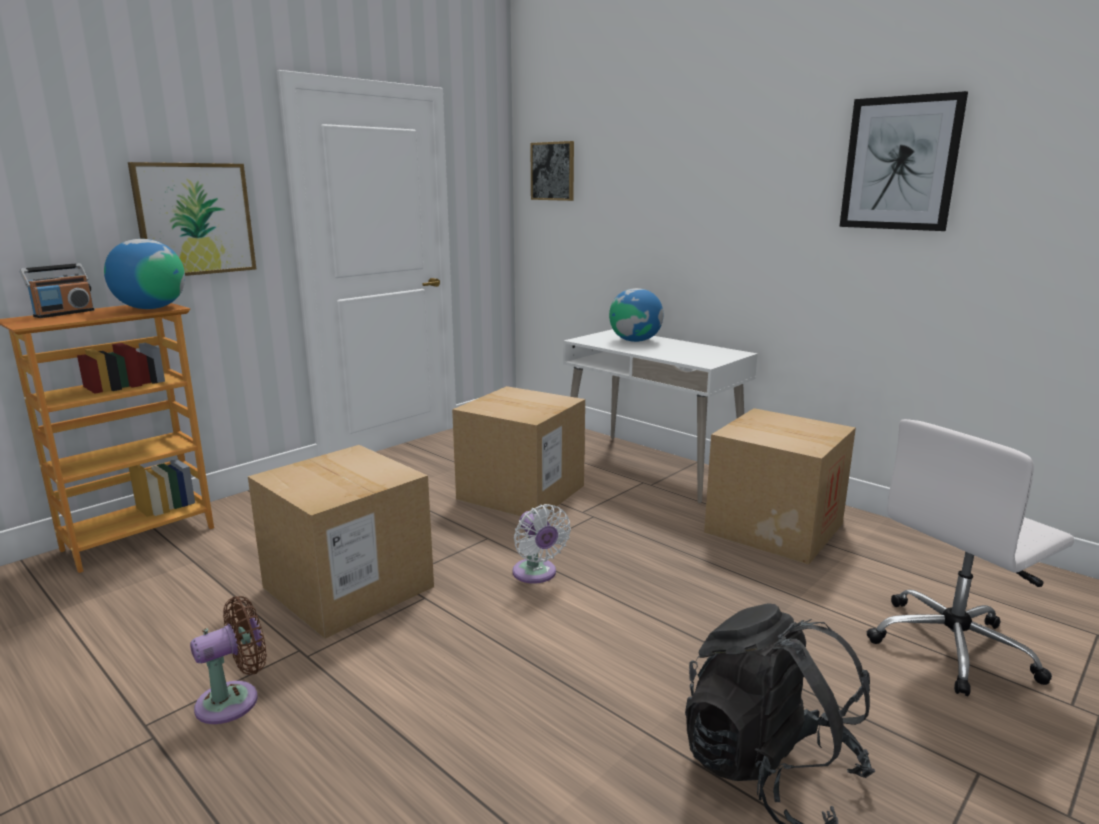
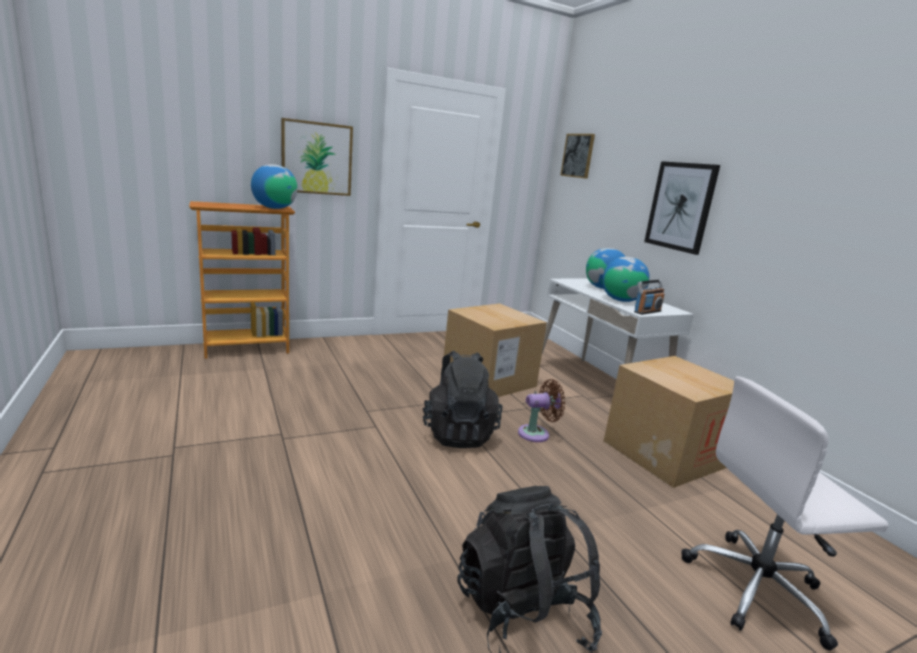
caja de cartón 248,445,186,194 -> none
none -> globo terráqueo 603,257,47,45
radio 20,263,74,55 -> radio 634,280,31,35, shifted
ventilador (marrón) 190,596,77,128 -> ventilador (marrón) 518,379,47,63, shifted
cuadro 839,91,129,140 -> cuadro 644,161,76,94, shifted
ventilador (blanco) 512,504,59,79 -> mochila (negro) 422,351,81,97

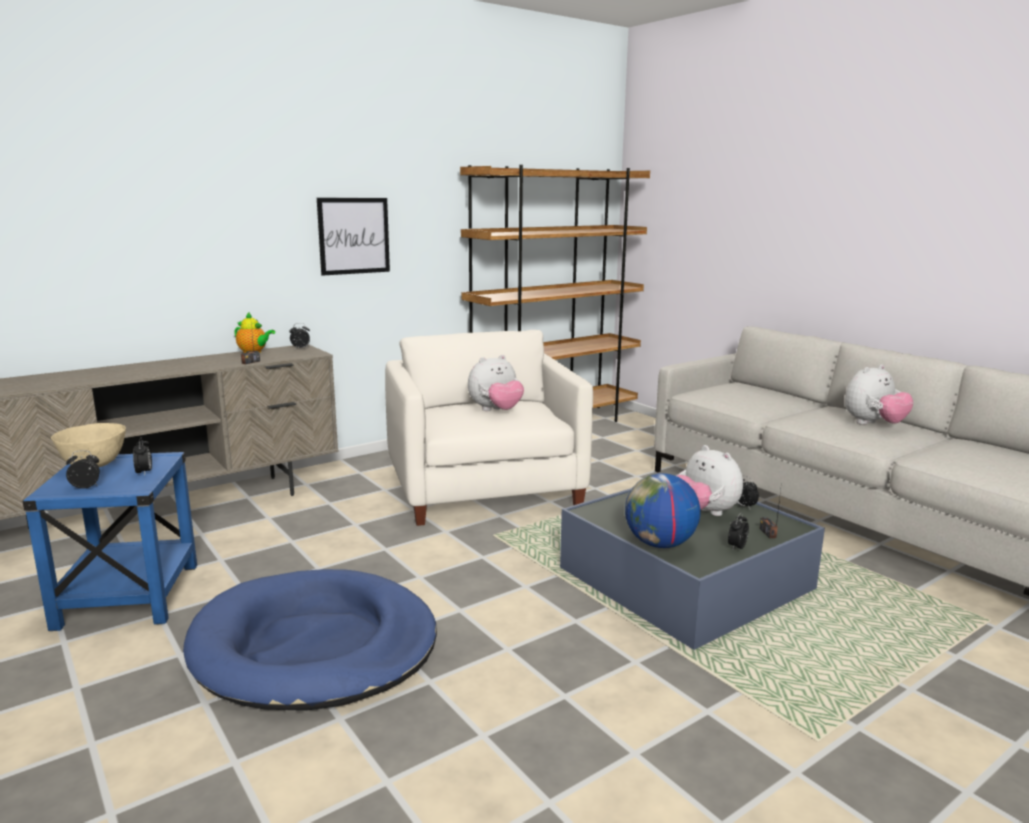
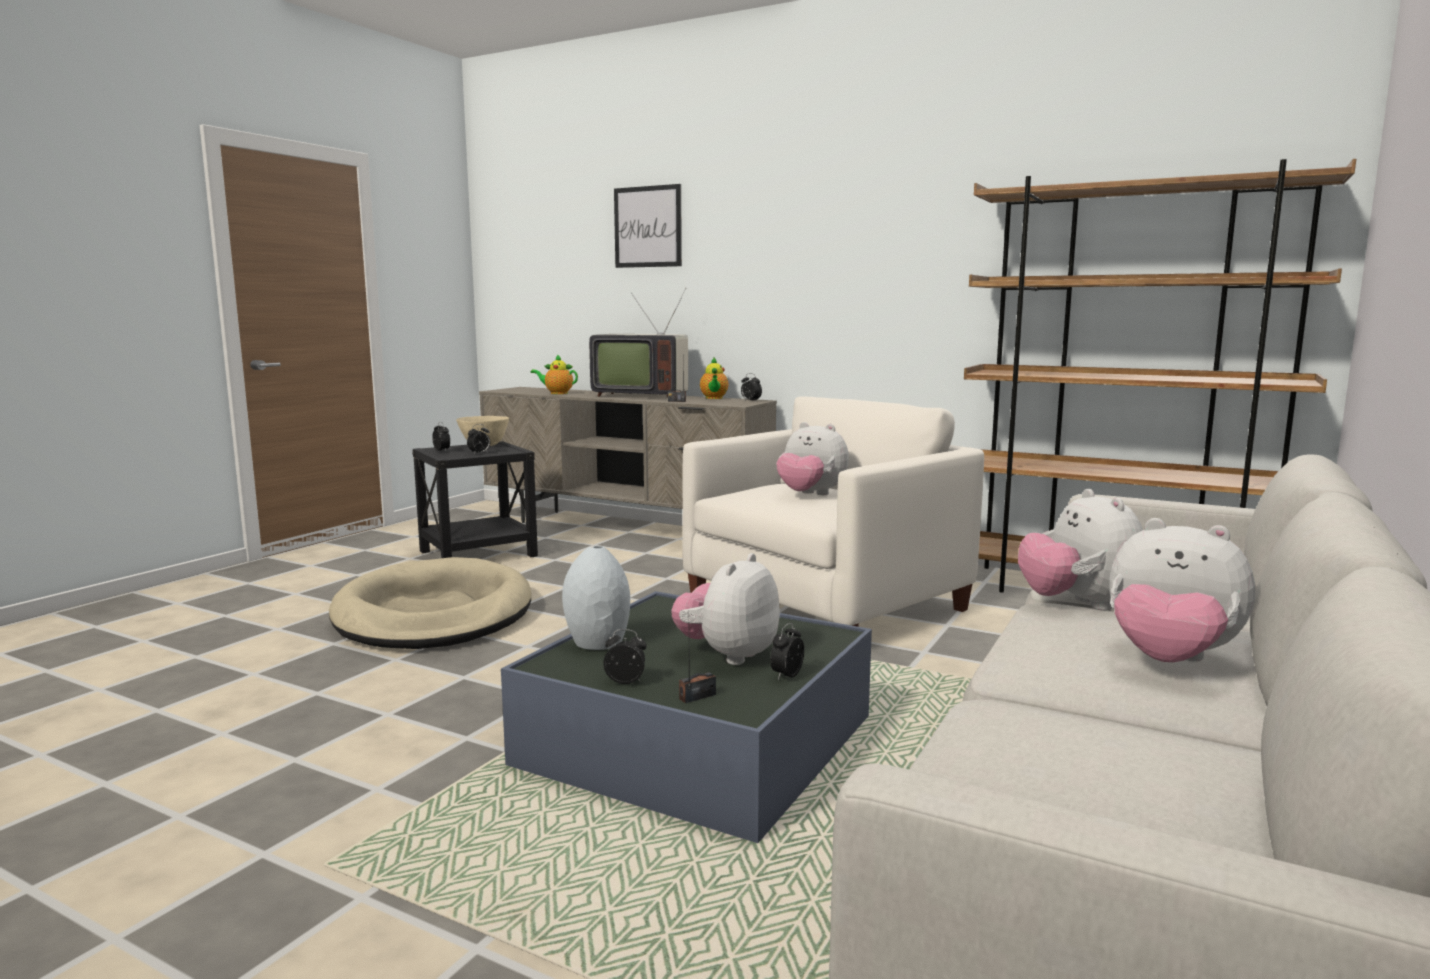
none -> tetera 531,354,47,40
none -> televisor 589,288,99,109
none -> peluche 1018,489,125,122
cuadro 317,198,73,78 -> cuadro 614,184,68,84, shifted
globo terráqueo 625,473,76,75 -> florero (gris) 562,546,68,104
mesa auxiliar (azul) 22,452,175,179 -> mesa auxiliar (negro) 412,441,126,117
cama para perro (azul) 183,569,254,142 -> cama para perro (beis) 329,557,202,92

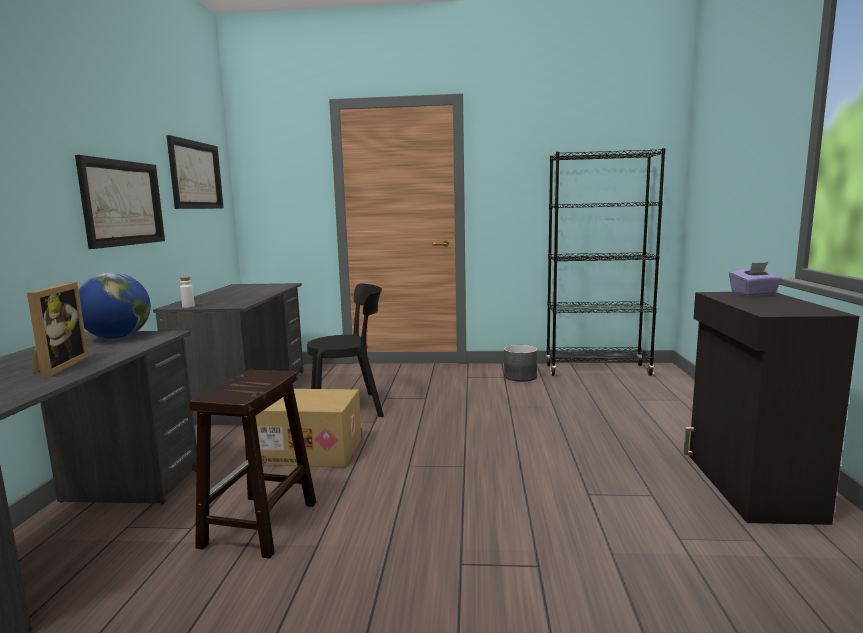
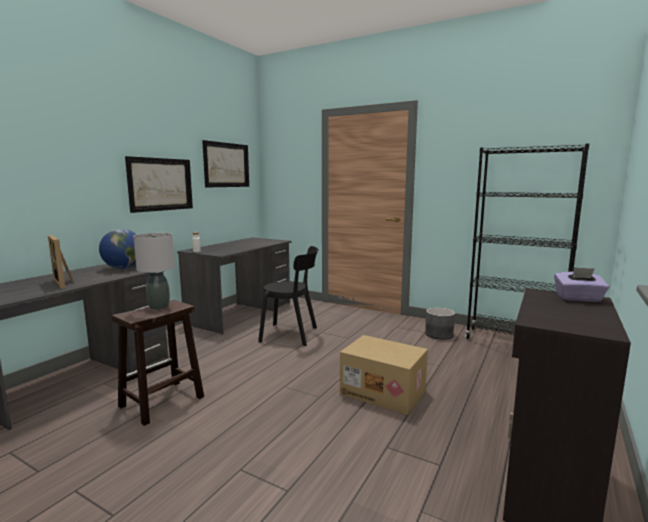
none -> lámpara de mesa (gris) 133,233,42,77
caja de cartón 256,389,105,79 -> caja de cartón 340,335,88,80, shifted
portarretratos 27,282,62,95 -> portarretratos 48,235,26,53, 120 degrees clockwise

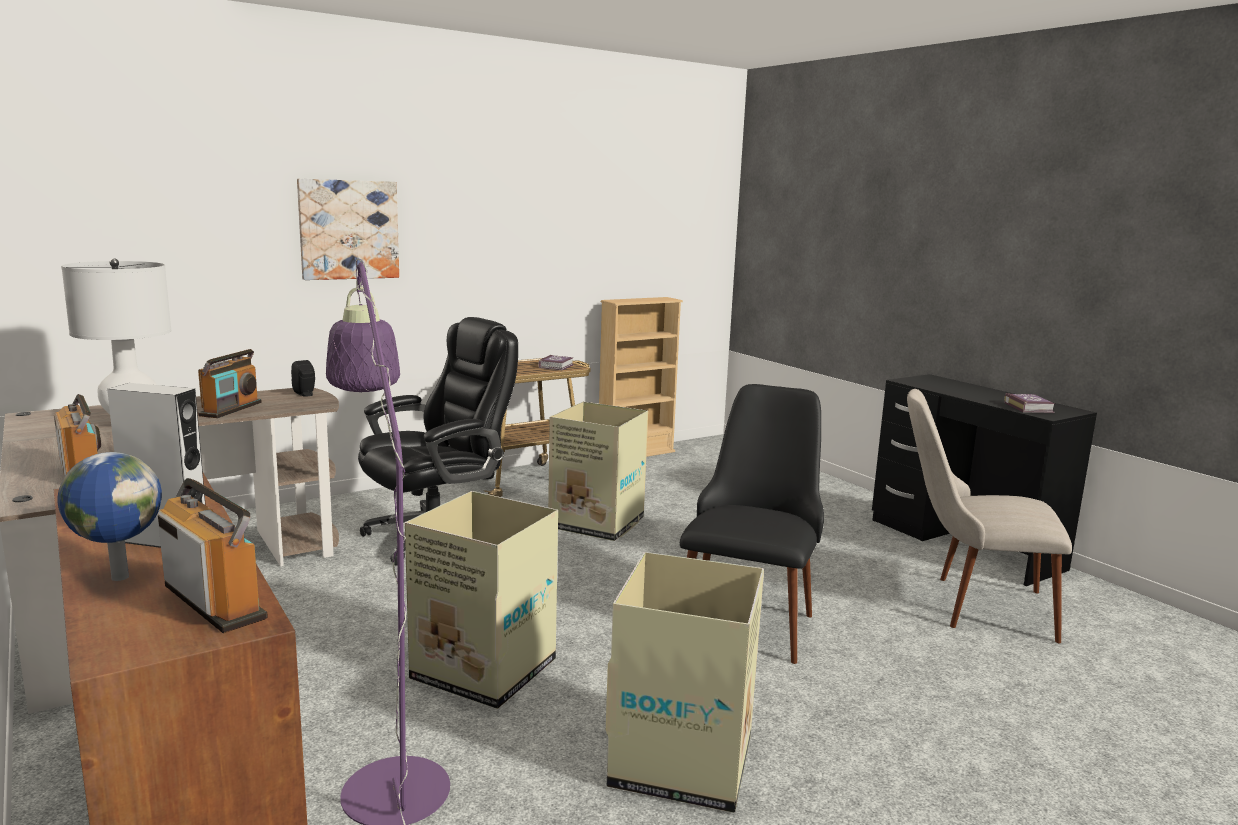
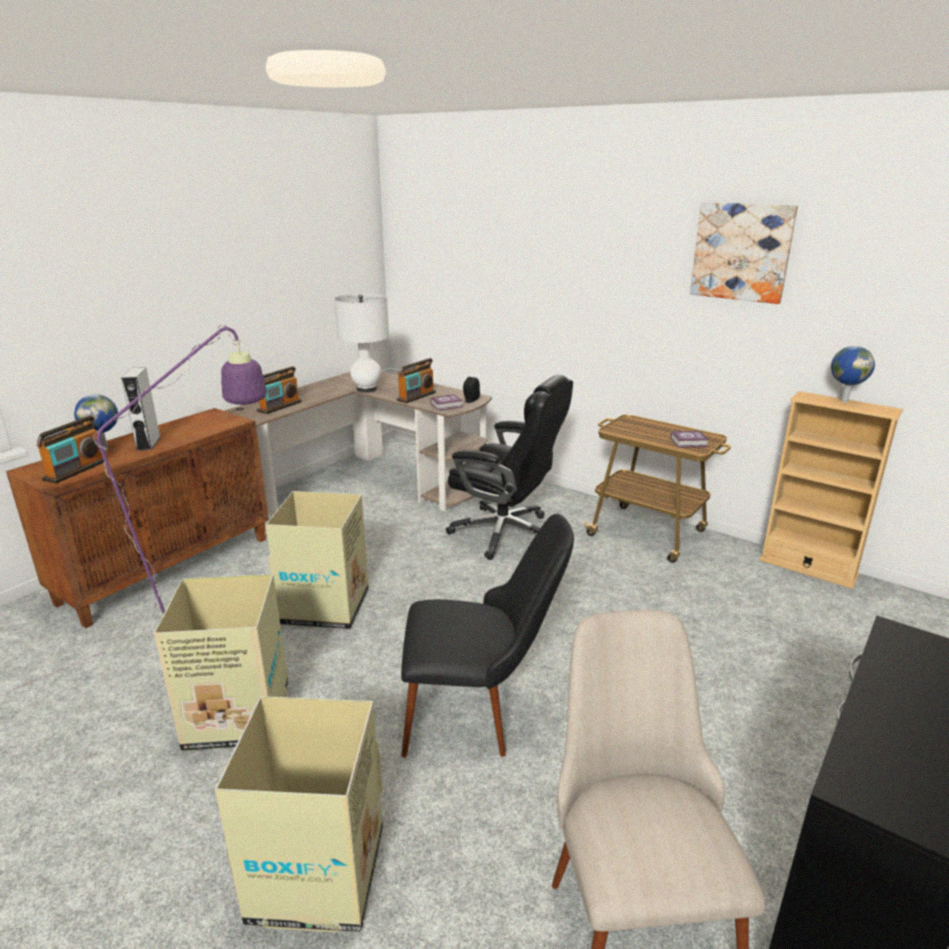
none -> globo terráqueo 831,346,44,56
cuadro 297,179,102,101 -> cuadro 690,202,108,102, shifted
caja de cartón 548,402,100,139 -> caja de cartón 215,696,168,237, shifted
libro 1004,393,51,20 -> libro 430,394,33,17, shifted
radio 198,349,64,69 -> radio 396,358,40,45, 45 degrees counterclockwise

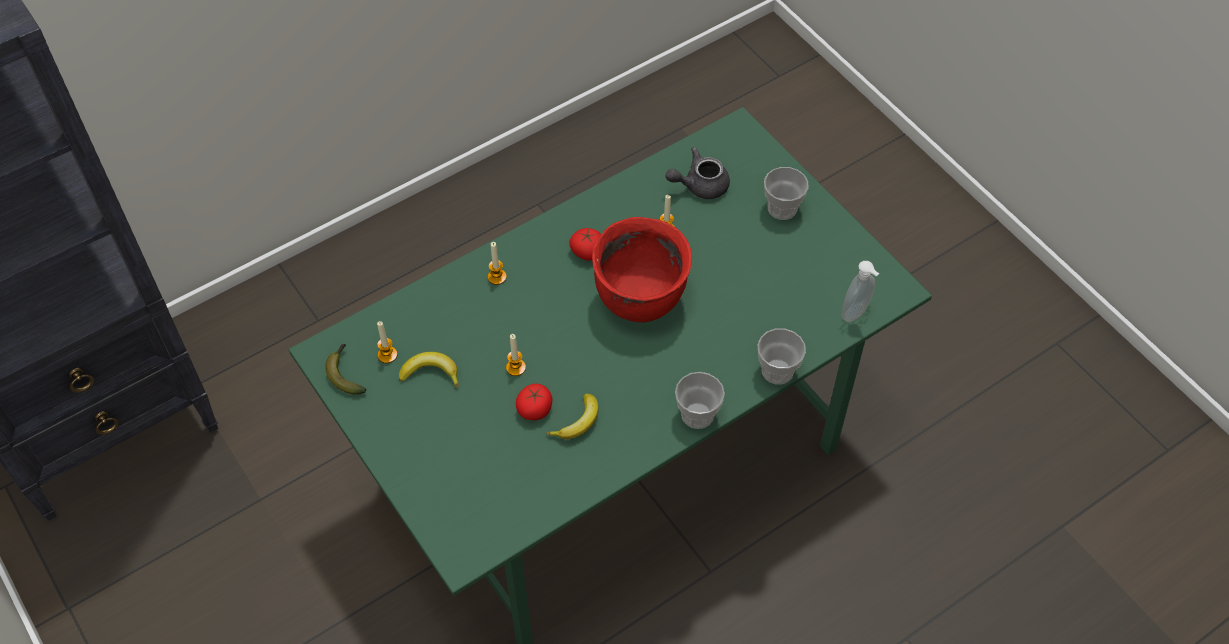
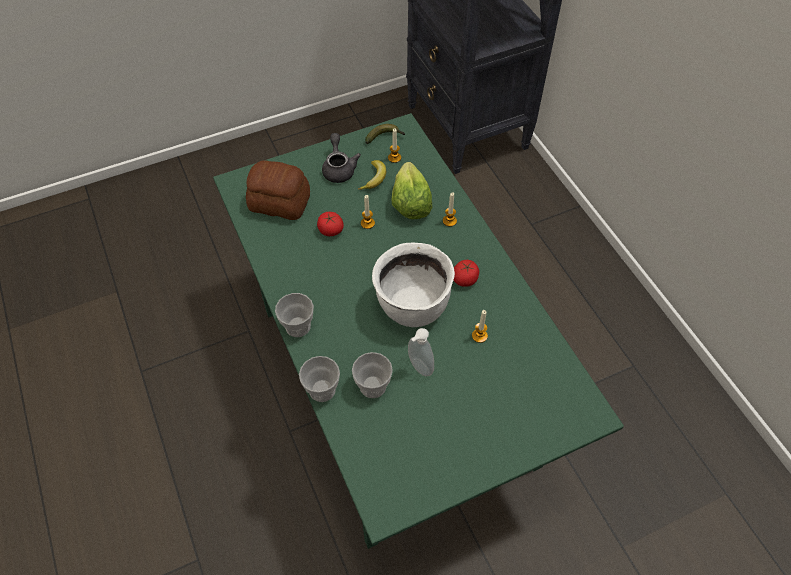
plátano 546,394,53,45 -> none
none -> pan 246,160,64,60
none -> lechuga 391,162,41,57
tetera (gris) 665,147,65,52 -> tetera (gris) 322,133,39,50, shifted
taza 764,167,45,53 -> taza 352,352,41,46, shifted
dispensador de jabón 842,261,37,61 -> dispensador de jabón 408,328,26,48, shifted
olla (rojo) 592,217,100,106 -> olla (blanco) 372,242,83,85

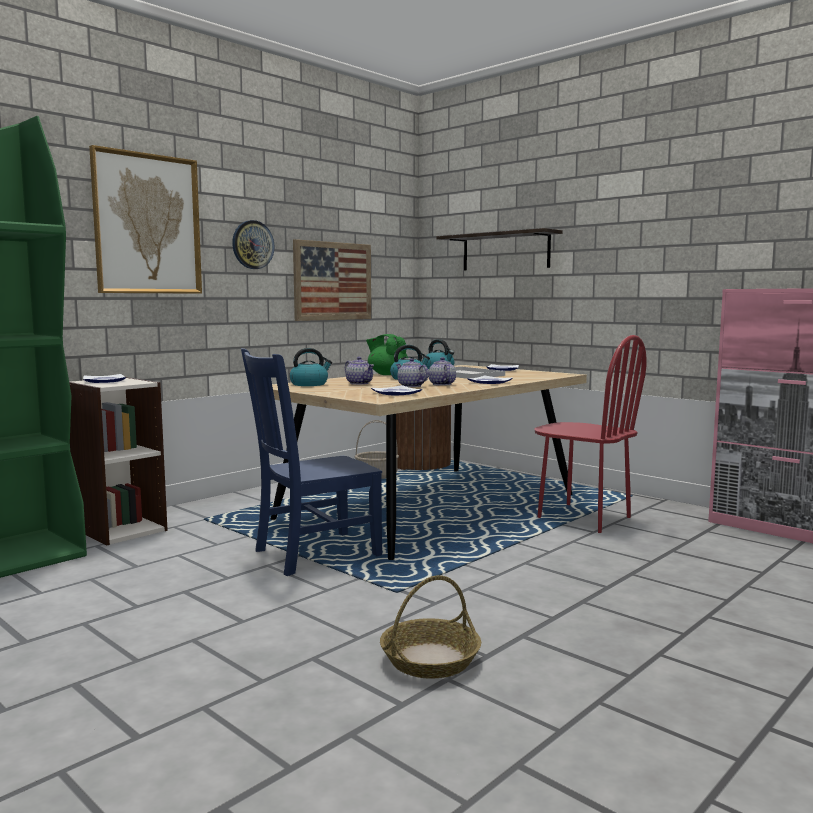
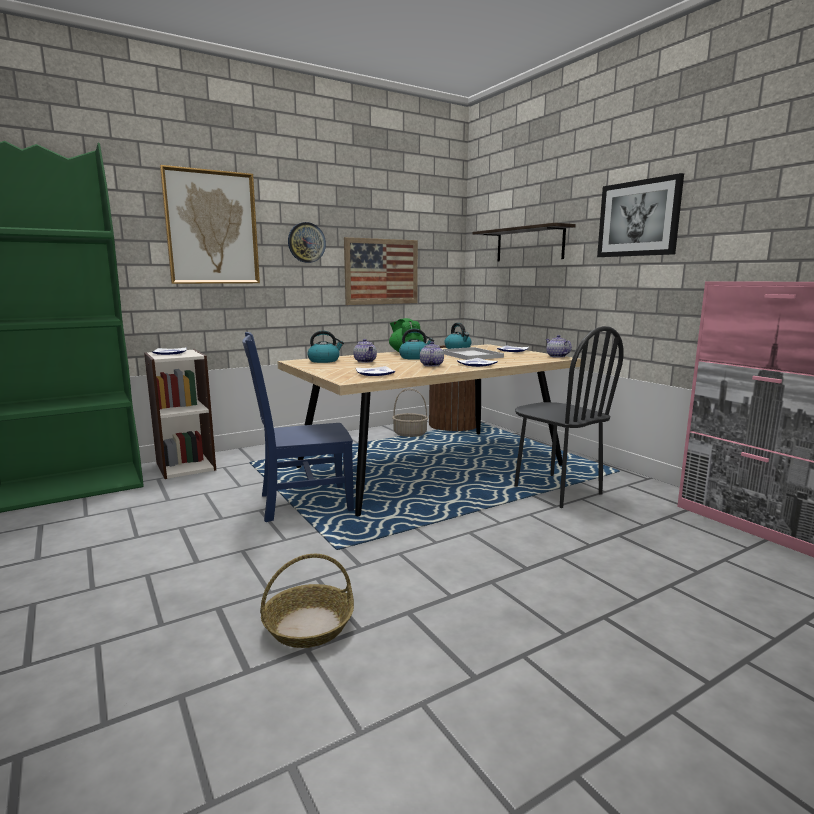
none -> cuadro 597,173,87,84
tetera 396,358,33,29 -> tetera 546,335,26,23, shifted
silla (rojo) 535,335,112,198 -> silla (negro) 514,326,110,182

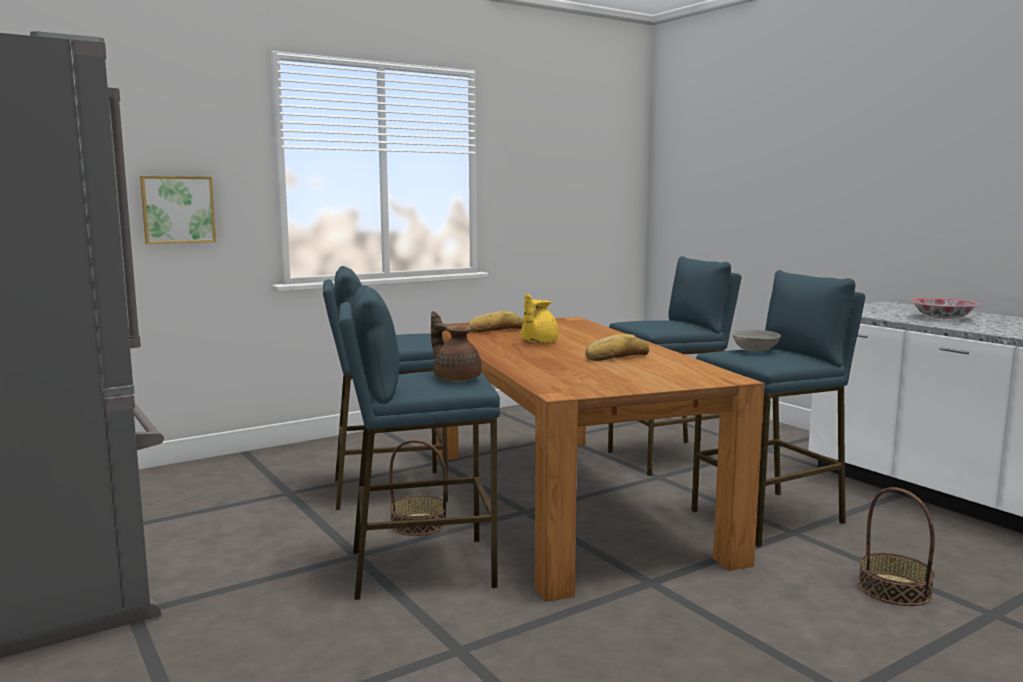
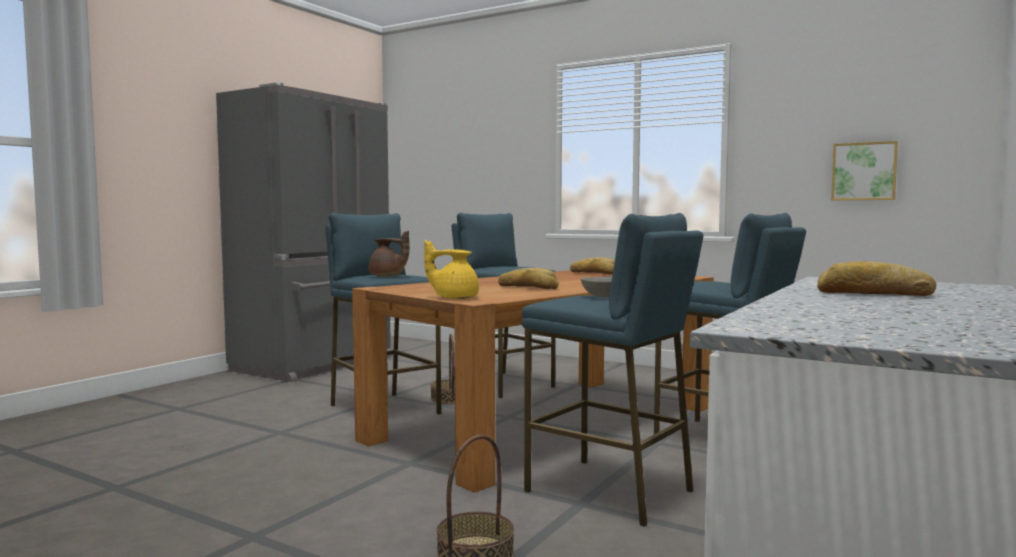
cuadro 140,176,76,68 -> cuadro 831,141,67,59, shifted
tetera (amarillo) 521,294,37,49 -> tetera (amarillo) 424,240,55,59, shifted
cuenco 911,298,68,21 -> pan 817,261,119,35
tetera (marrón) 431,311,51,71 -> tetera (marrón) 369,231,40,46, 90 degrees clockwise

